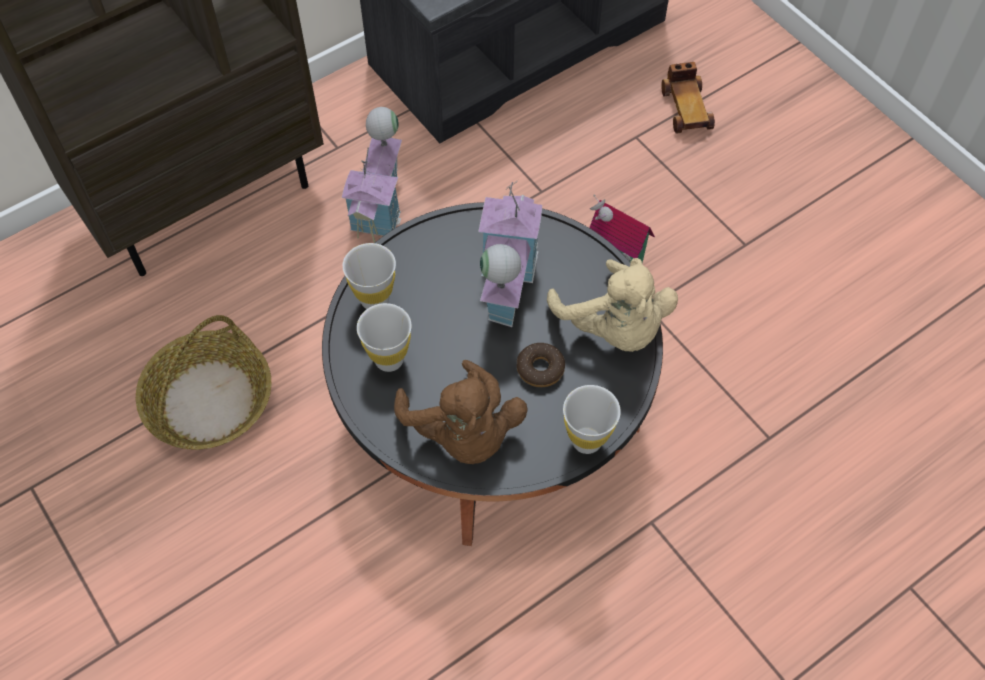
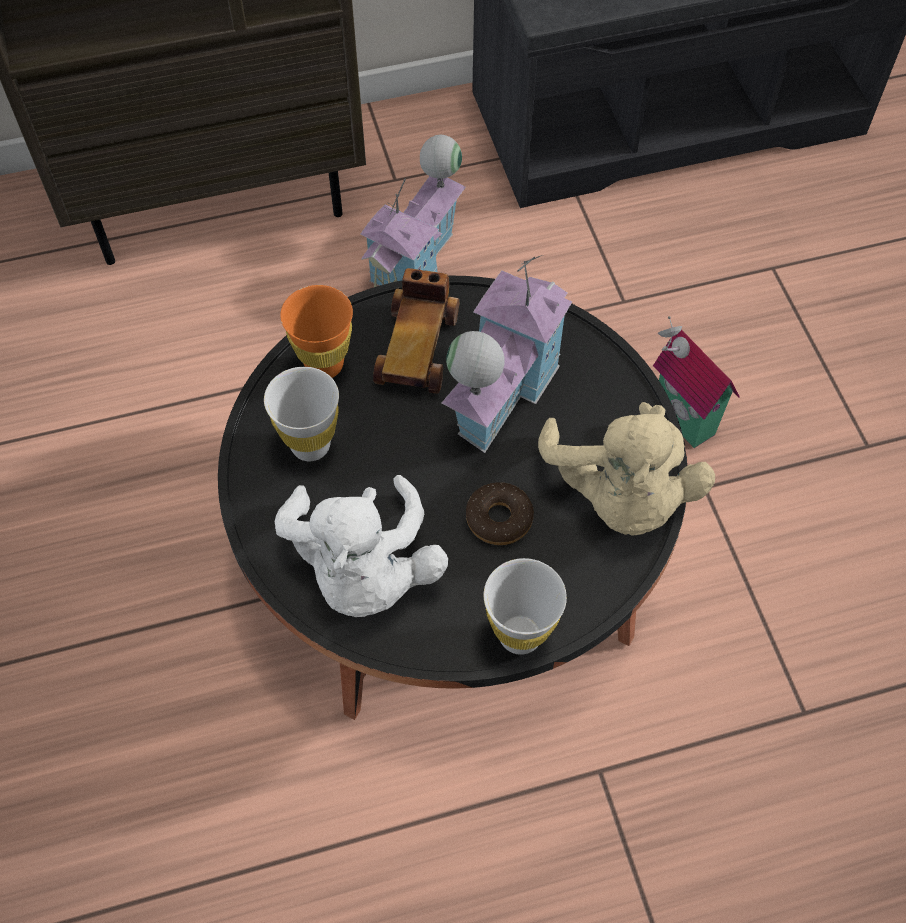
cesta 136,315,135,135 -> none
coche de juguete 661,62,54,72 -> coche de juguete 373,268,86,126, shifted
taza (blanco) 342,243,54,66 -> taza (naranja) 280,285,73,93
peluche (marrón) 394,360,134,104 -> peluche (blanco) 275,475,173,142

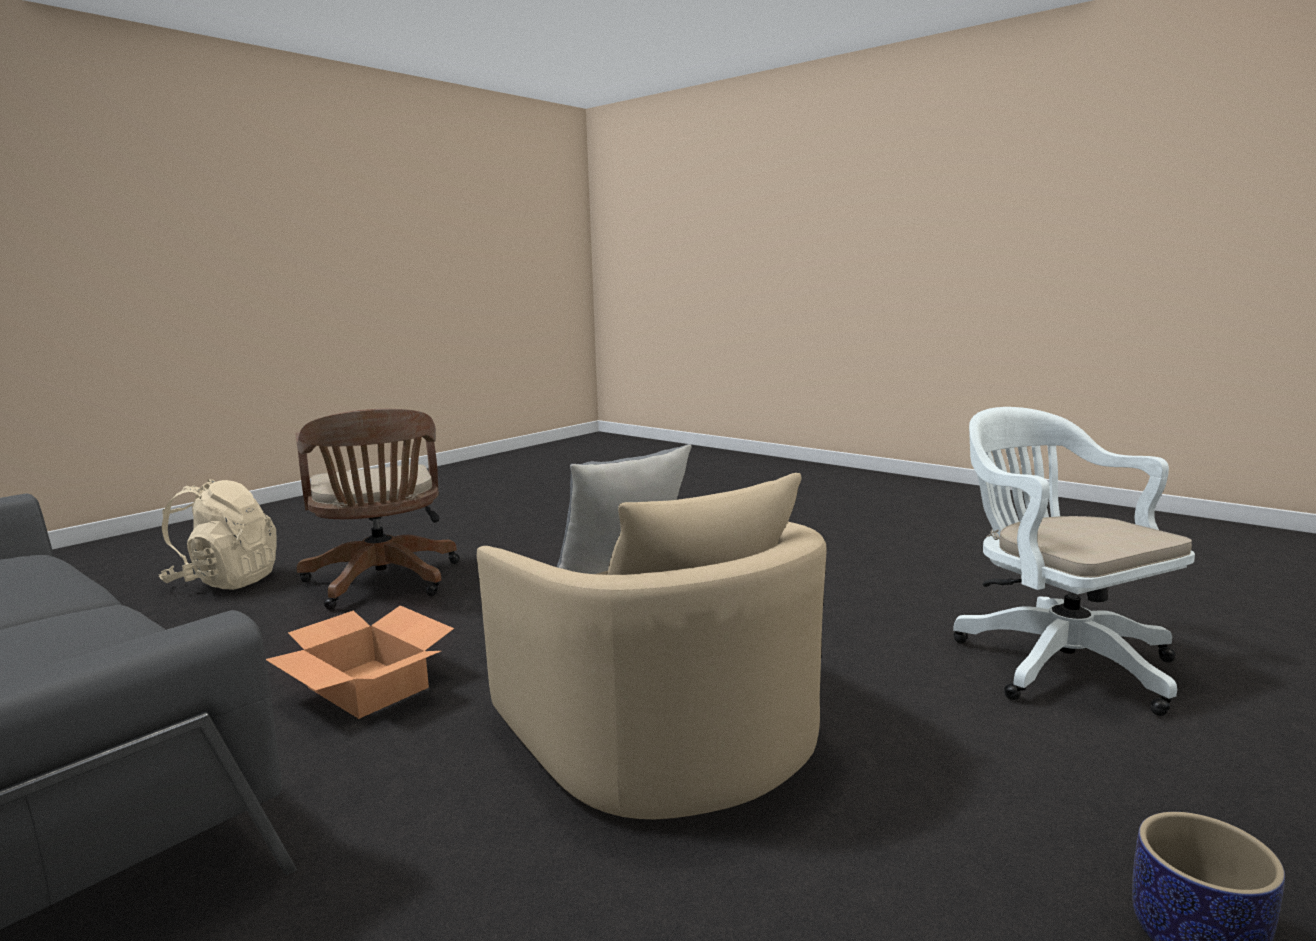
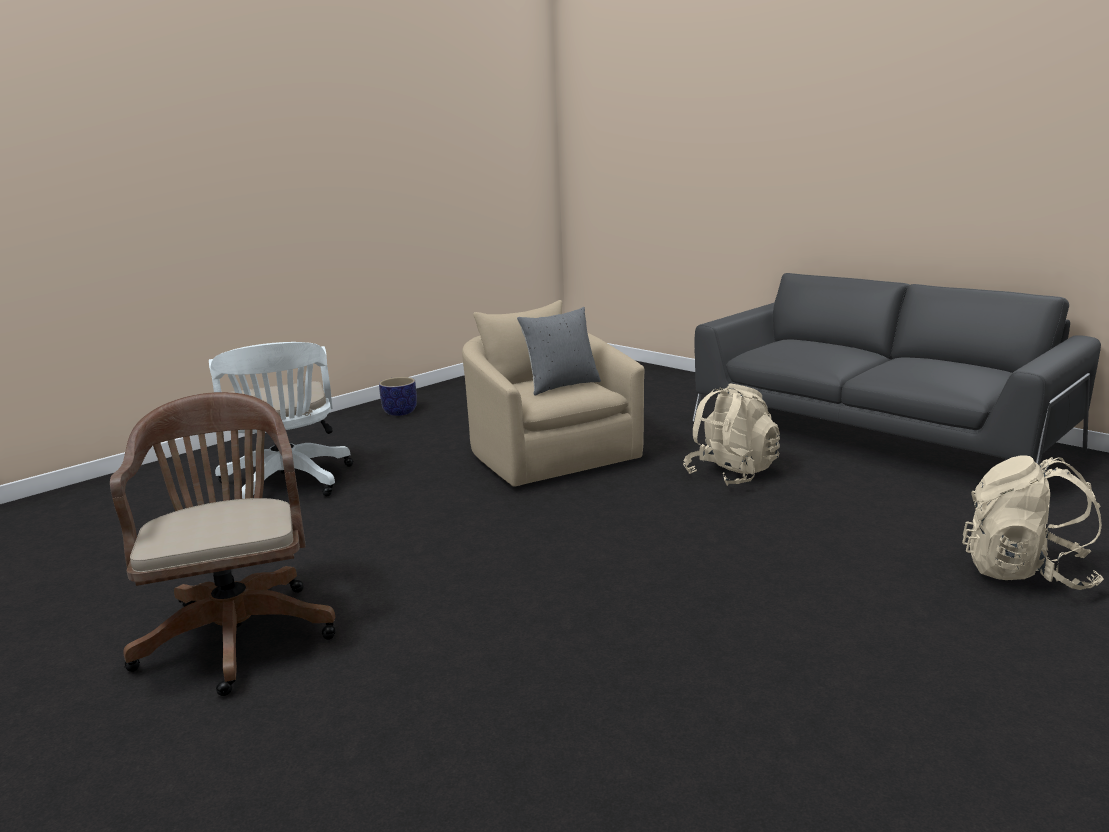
silla de oficina (marrón) 296,409,164,201 -> silla de oficina (marrón) 110,392,225,304, shifted
caja de cartón 266,605,188,114 -> mochila (beis) 683,383,97,103

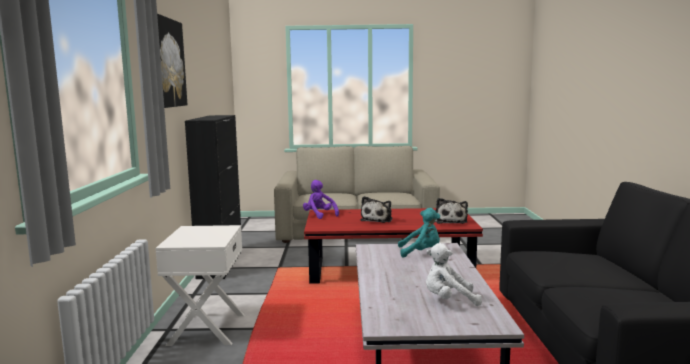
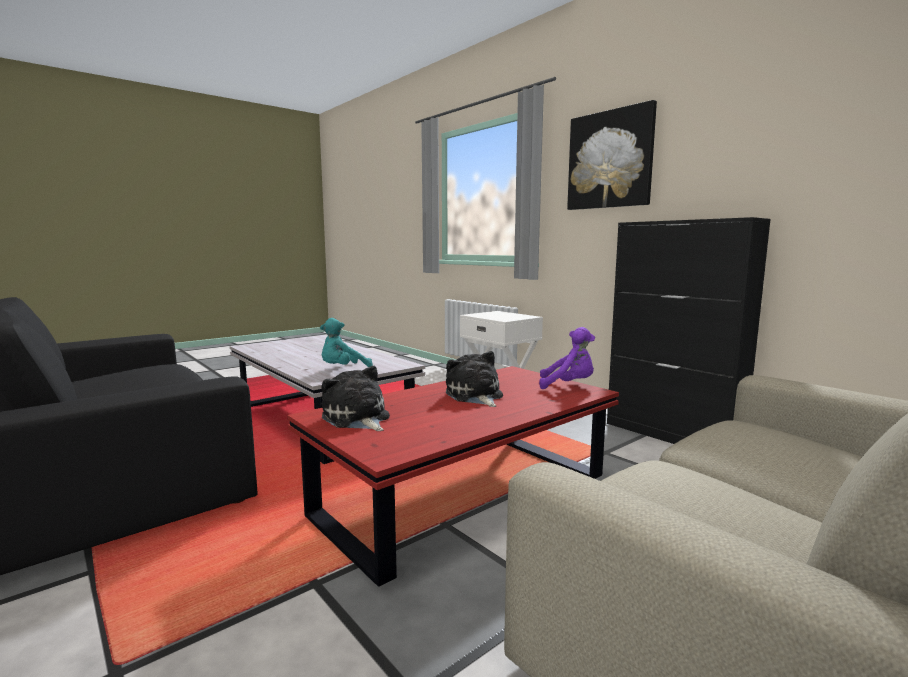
peluche (blanco) 426,243,56,63 -> none

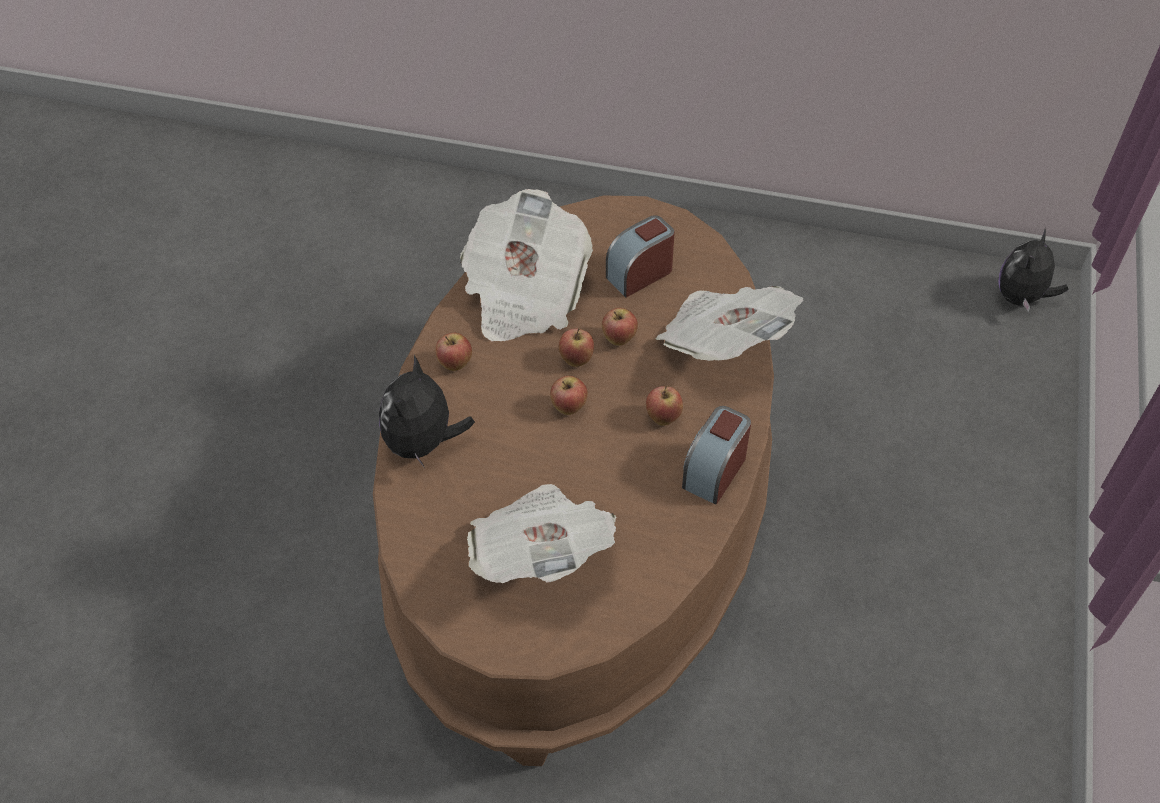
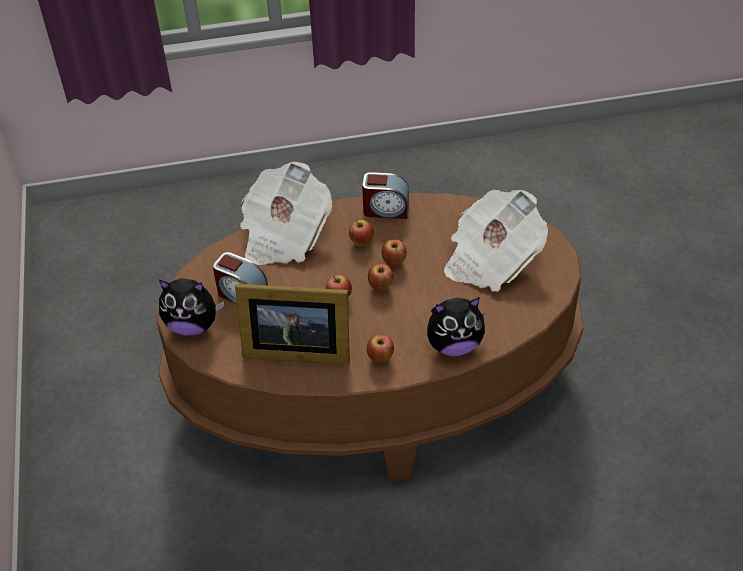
manzana 602,308,36,38 -> manzana 382,240,25,26, shifted
peluche 998,229,70,83 -> peluche 159,278,65,58, shifted
periódico 460,189,133,152 -> portarretratos 235,284,115,81

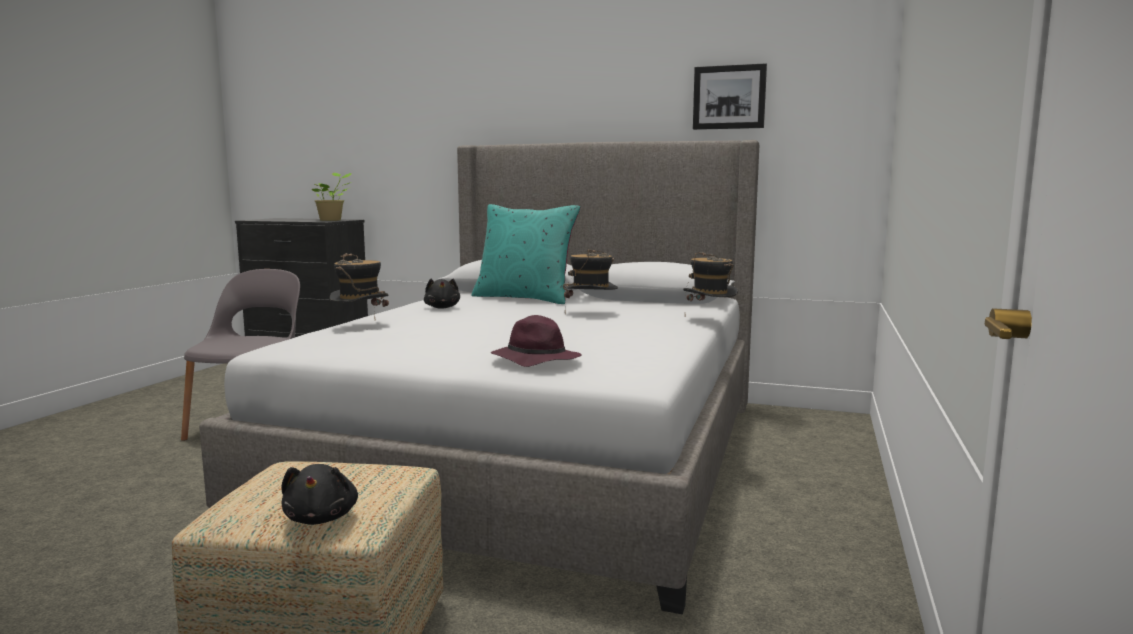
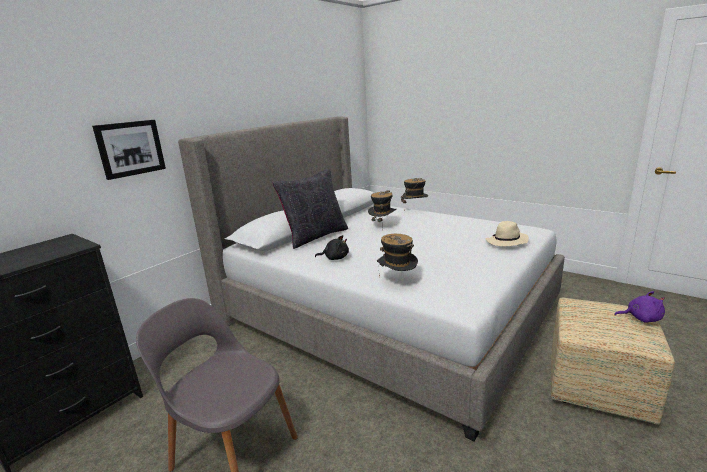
planta en maceta 312,173,40,48 -> none
cuadro 693,63,74,67 -> cuadro 92,120,74,60, shifted
peluche (negro) 281,464,77,61 -> peluche (morado) 614,291,51,32
cojín (turquesa) 471,204,109,100 -> cojín (negro) 272,169,76,80
sombrero (morado) 491,315,91,52 -> sombrero (beis) 485,221,44,25

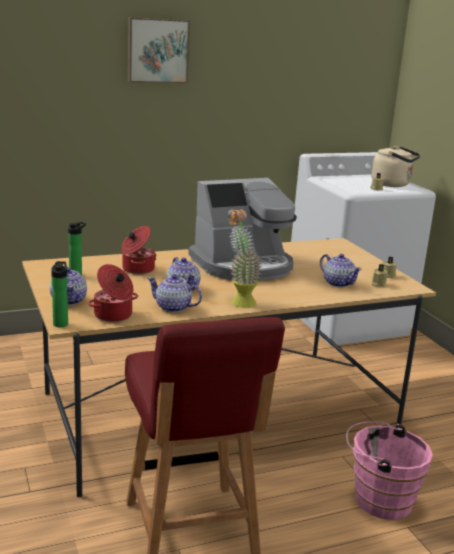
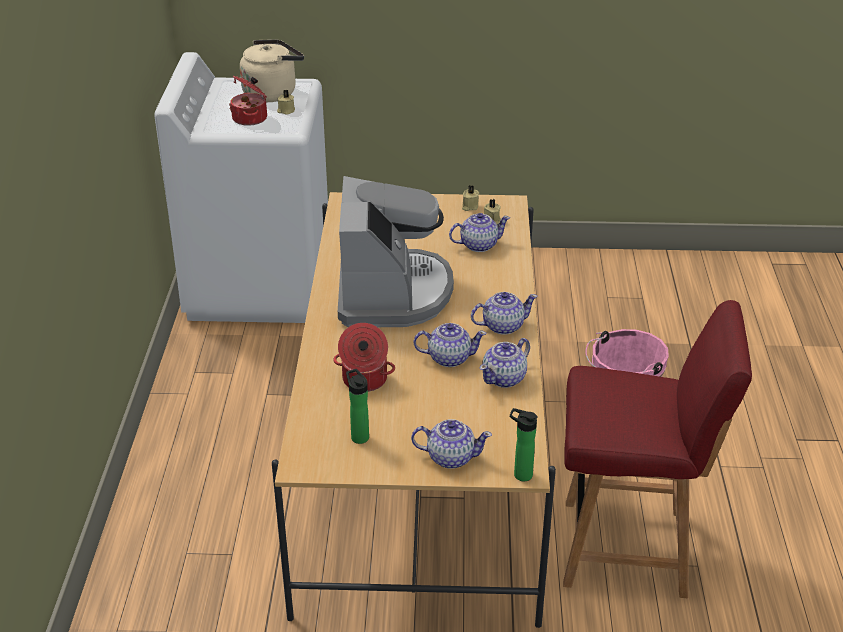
cuadro 128,17,62,66 -> none
olla 88,264,50,58 -> olla 229,76,38,50, shifted
planta en maceta 229,209,33,99 -> tetera 471,292,67,43

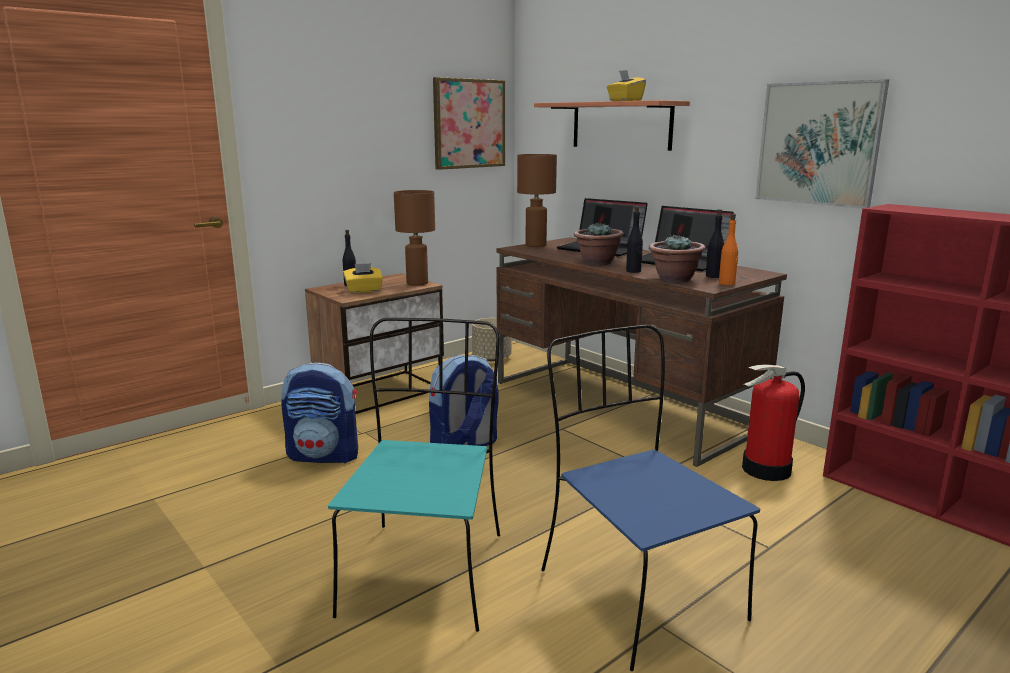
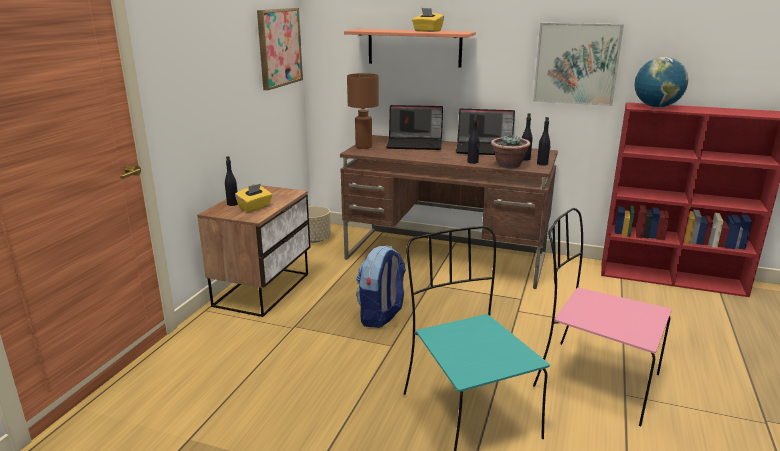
mochila 281,362,77,102 -> none
lámpara de mesa (marrón) 394,190,41,96 -> none
planta en maceta 574,222,50,43 -> none
extintor 742,364,63,117 -> none
none -> globo terráqueo 635,57,53,50
silla (azul) 541,325,219,346 -> silla (rosa) 533,208,139,218
botella (naranja) 719,214,20,71 -> botella (negro) 537,117,13,49

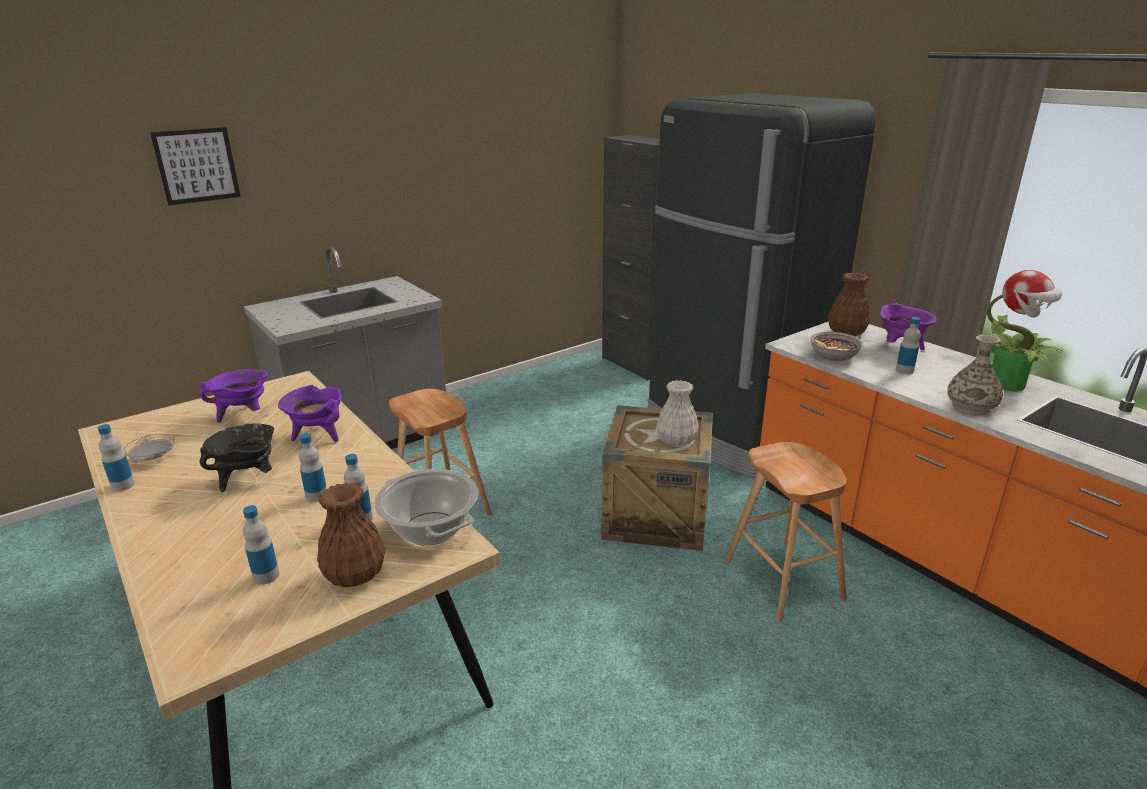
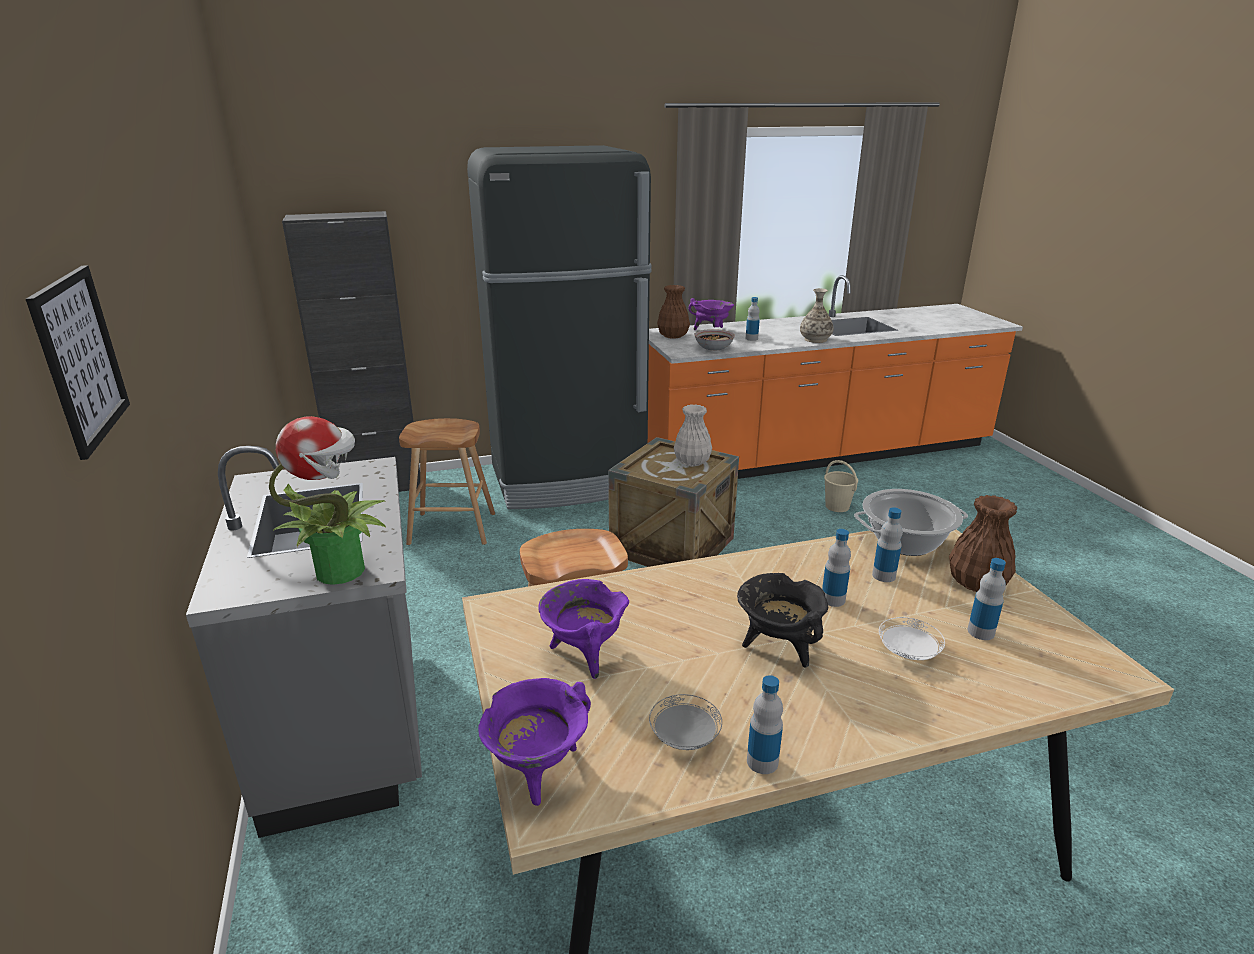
none -> cubo (beis) 824,460,34,52
none -> plato (blanco) 879,617,66,43
olla (morado) 278,385,64,57 -> olla (morado) 478,678,113,128, shifted
taburete (marrón) 725,442,121,179 -> taburete (marrón) 399,418,96,127, shifted
planta en maceta 979,270,84,122 -> planta en maceta 269,416,117,169, shifted

